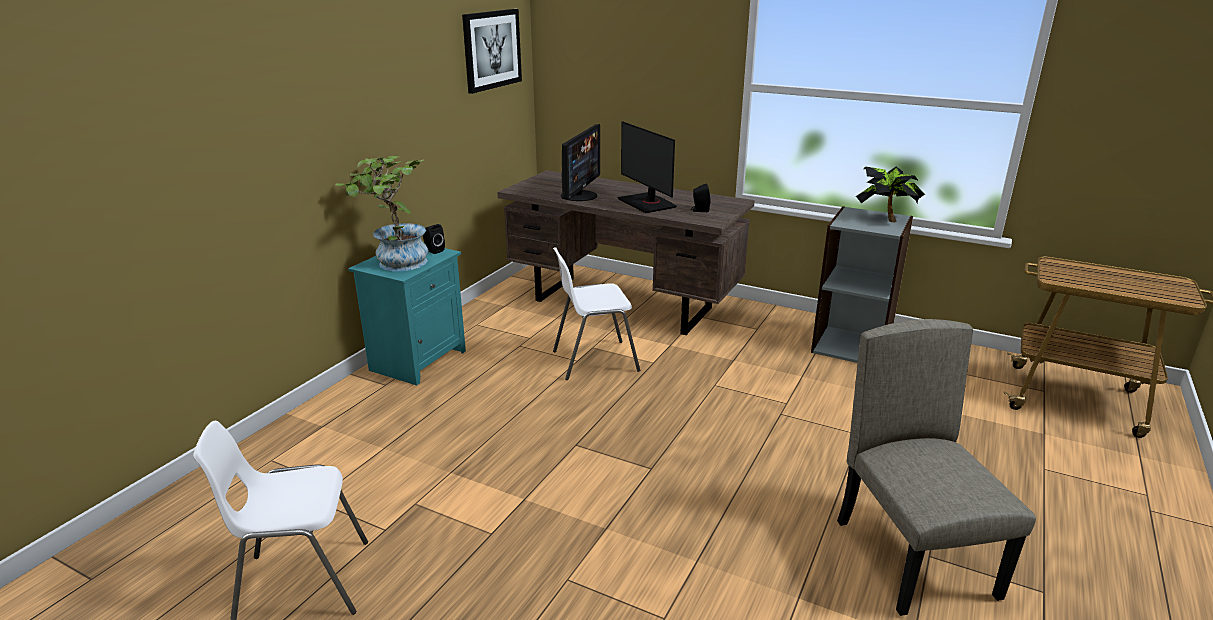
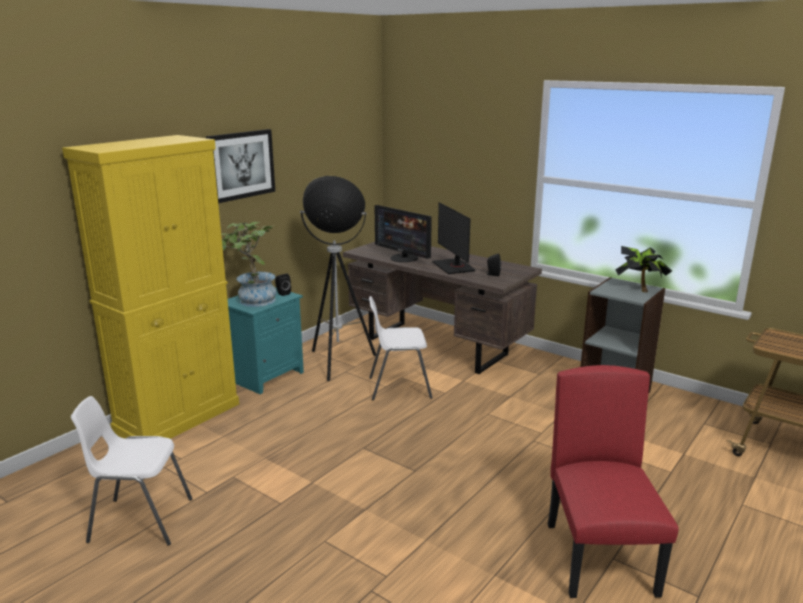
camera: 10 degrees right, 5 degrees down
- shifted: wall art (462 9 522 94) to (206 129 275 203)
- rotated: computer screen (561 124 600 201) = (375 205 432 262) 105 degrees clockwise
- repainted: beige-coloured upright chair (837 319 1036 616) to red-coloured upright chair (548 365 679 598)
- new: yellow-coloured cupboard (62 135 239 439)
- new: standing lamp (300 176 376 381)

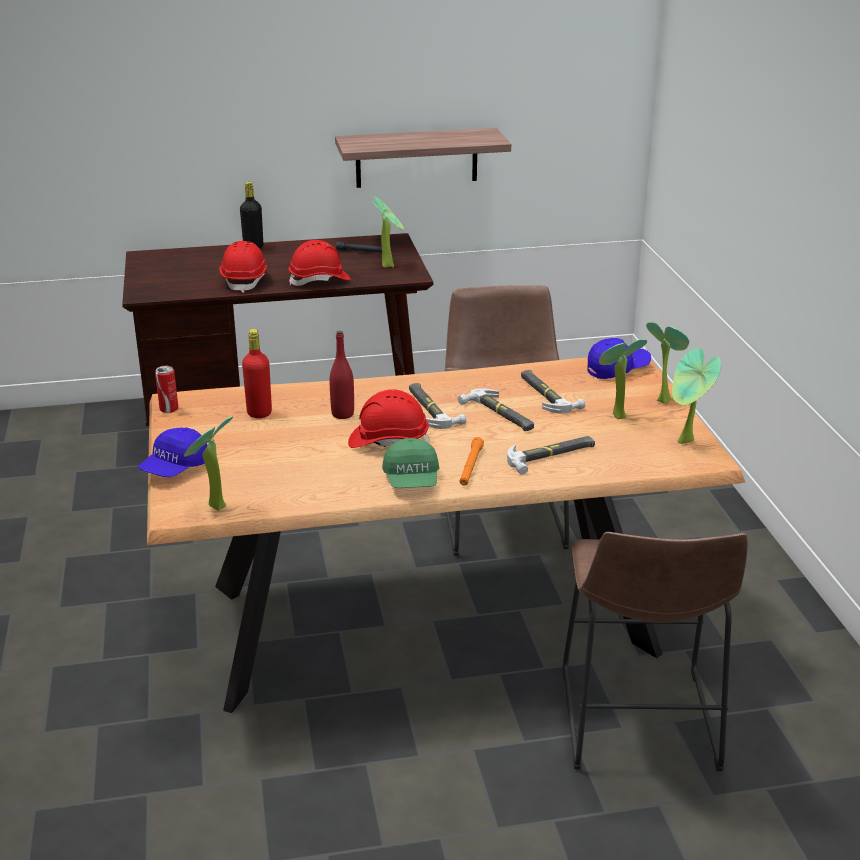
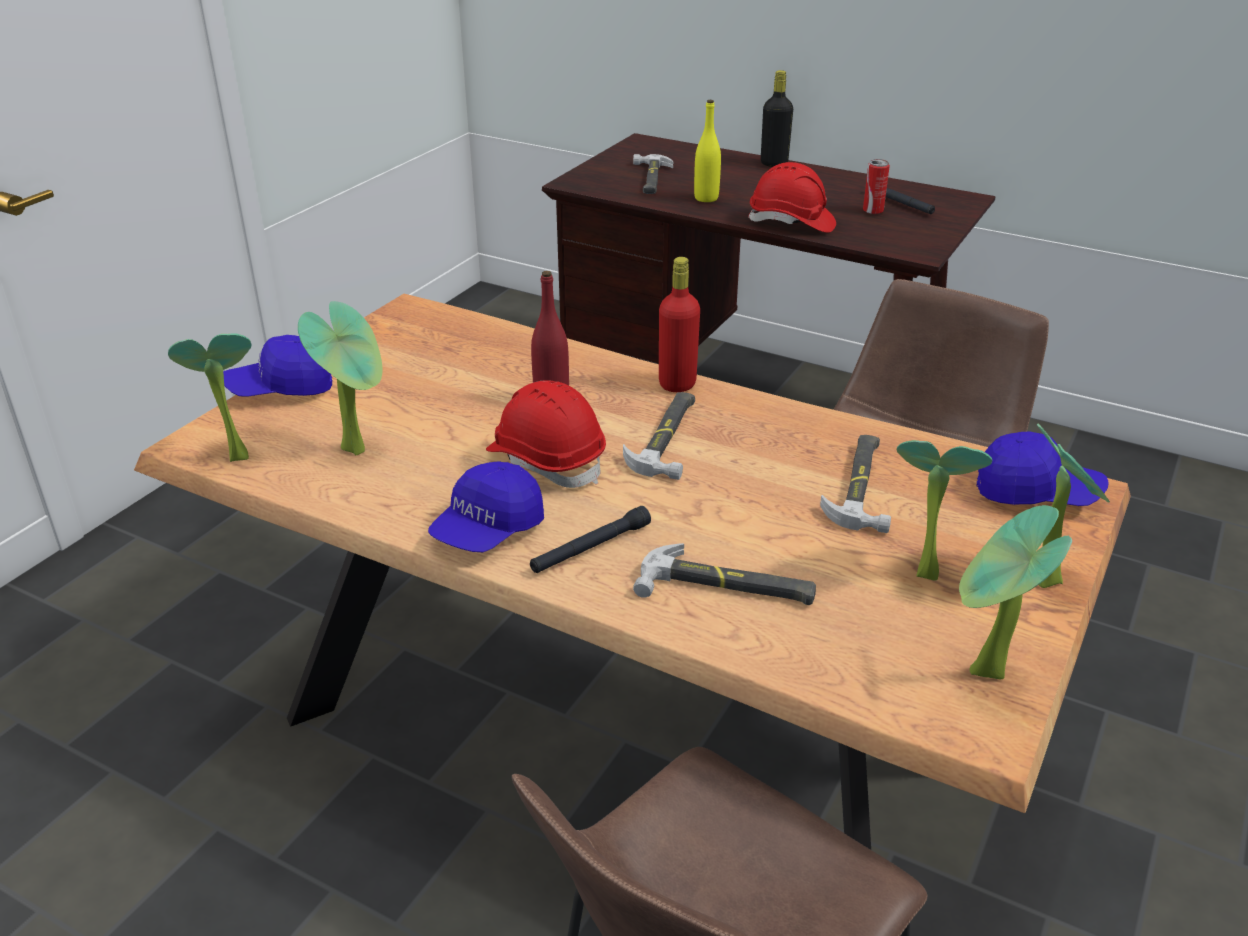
camera: 40 degrees right, 5 degrees up
- shifted: sealed can (155 366 178 413) to (863 159 890 214)
- swapped: red-coloured hard hat (219 241 268 293) to yellow-coloured bottle (694 100 721 202)
- shifted: red-coloured bottle (242 329 272 418) to (659 257 700 392)
- gone: wall shelf (335 128 511 188)
- shifted: potted plant (373 196 404 268) to (298 301 382 456)
- repainted: green cap (382 438 439 488) to blue cap (428 461 544 552)
- shifted: hammer (458 388 534 431) to (633 154 673 194)
- repainted: orangey hand torch (459 437 484 486) to blackish hand torch (530 506 651 573)

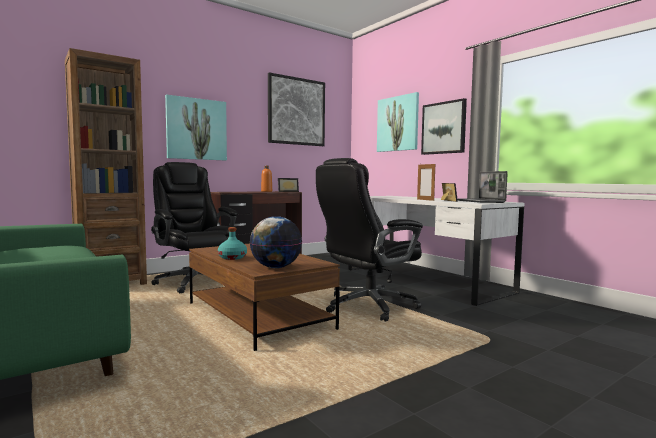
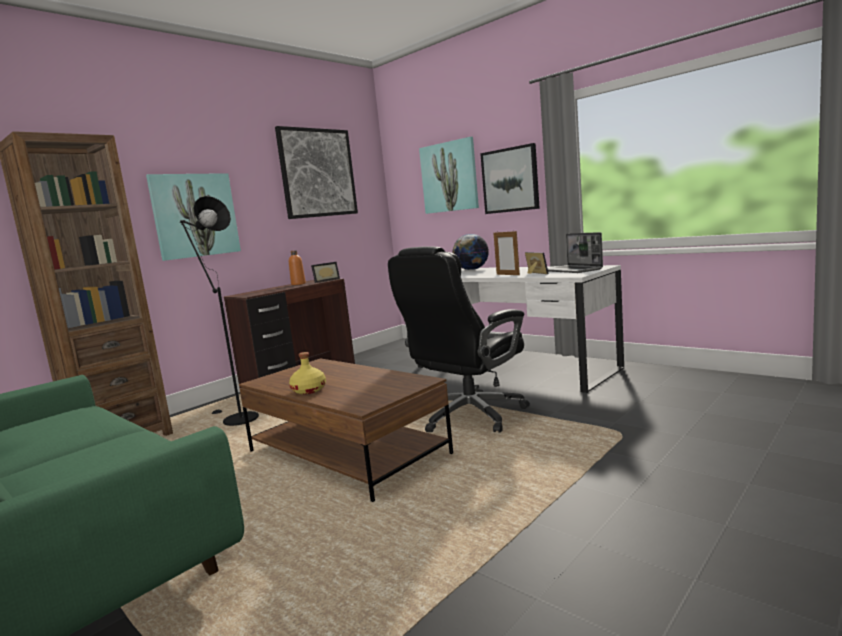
camera: 10 degrees left, 5 degrees up
- swapped: blackish desk chair (151 162 238 293) to blackish standing lamp (180 196 259 426)
- repainted: turquoise-coloured bottle (218 227 247 260) to yellow-coloured bottle (289 352 326 394)
- shifted: globe (250 216 302 268) to (453 234 489 270)

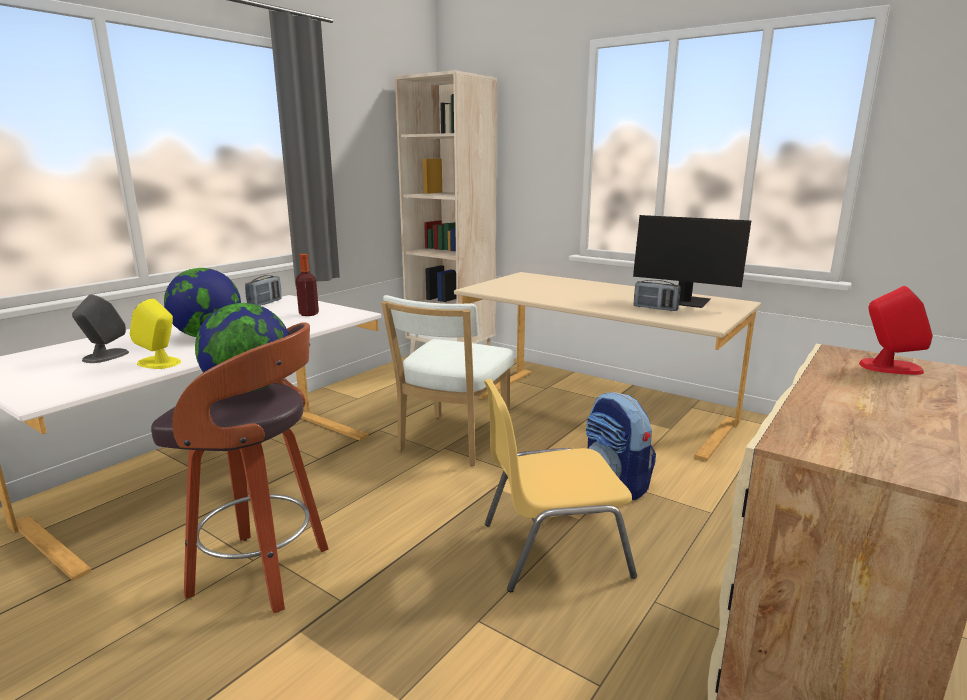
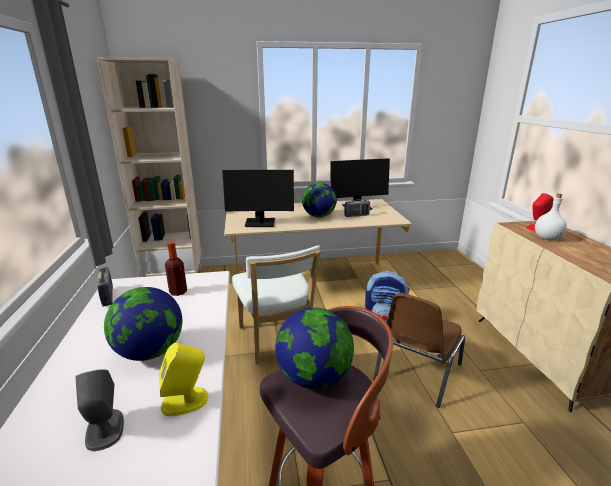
camera: 45 degrees left, 5 degrees up
- repainted: yellow-coloured upright chair (484 378 637 592) to brown-coloured upright chair (374 293 465 408)
- new: computer screen (222 170 294 227)
- new: globe (302 182 337 217)
- new: white bottle (535 193 567 240)

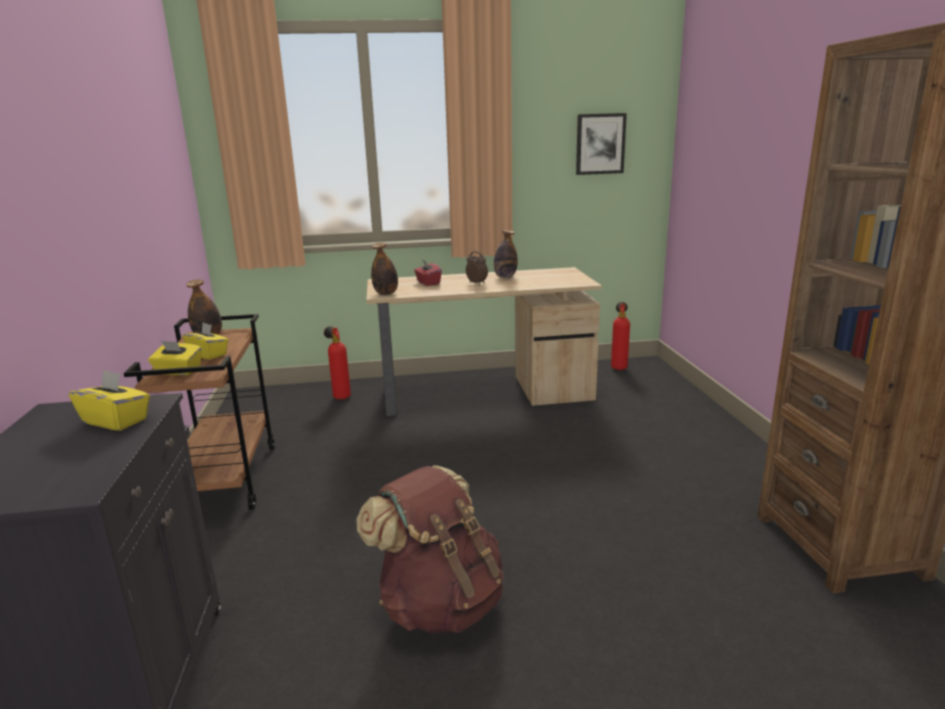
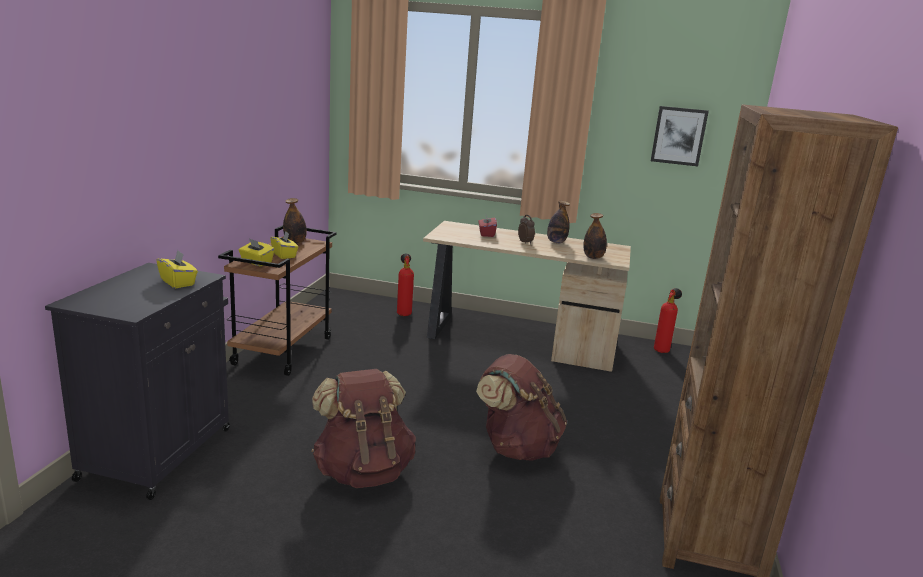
camera: 20 degrees right, 0 degrees up
- shifted: bottle (371 243 398 295) to (584 213 607 259)
- new: brown-coloured rucksack (476 354 567 461)

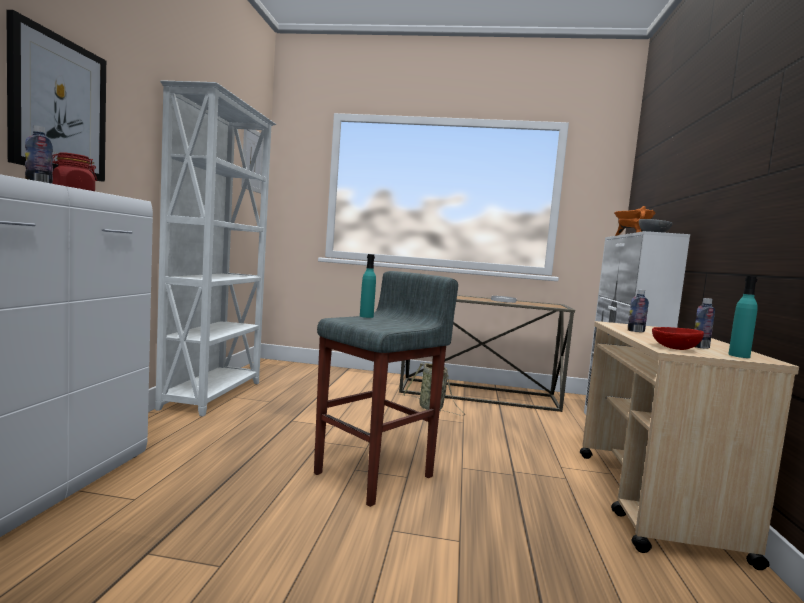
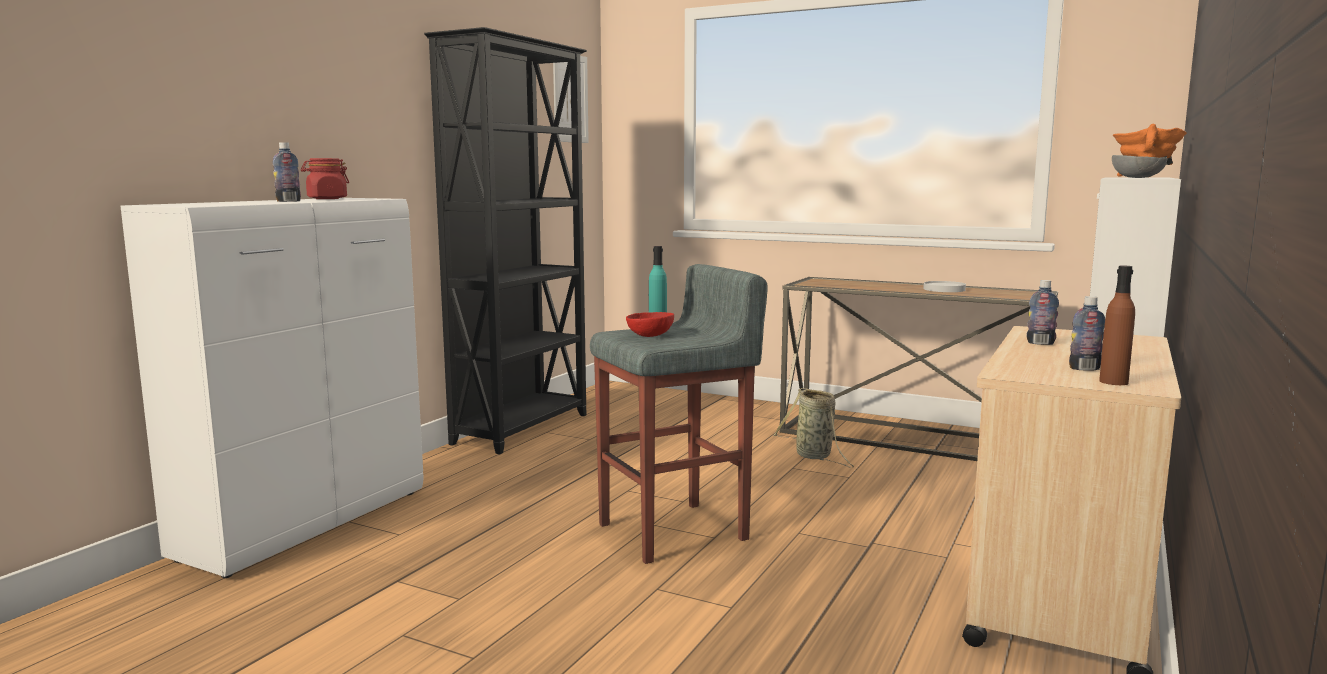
camera: 20 degrees right, 5 degrees up
- gone: wall art (6 10 106 182)
- repainted: white bookshelf (155 80 276 417) to blackish bookshelf (424 27 587 454)
- shifted: red-coloured bowl (652 327 704 350) to (626 312 674 337)
- repainted: turquoise-coloured bottle (728 276 758 358) to brown-coloured bottle (1099 265 1135 385)

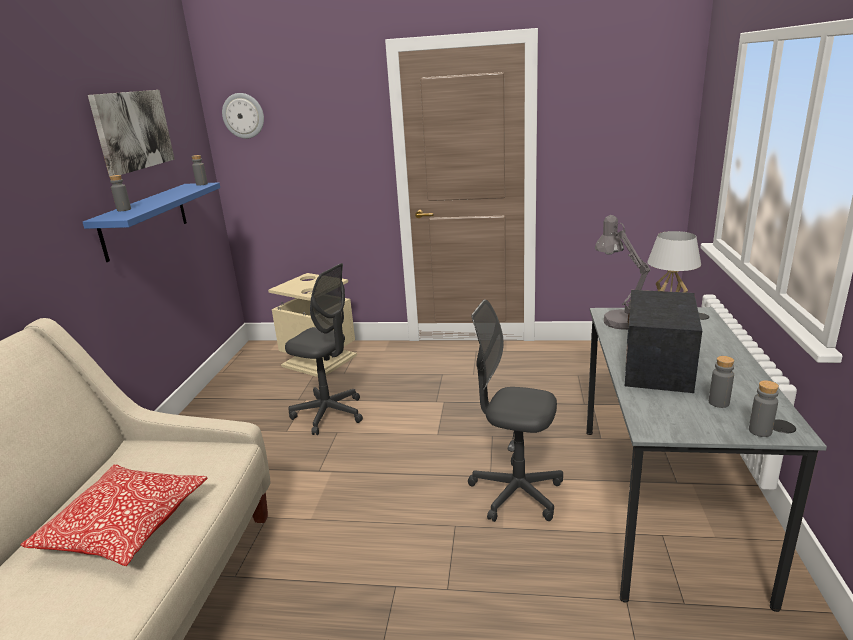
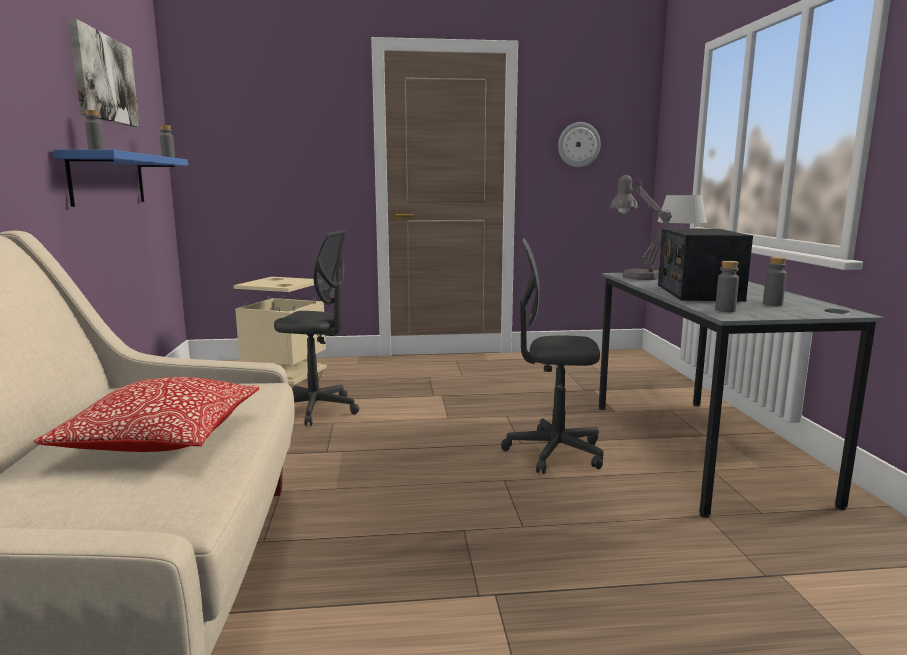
camera: 15 degrees left, 10 degrees down
- shifted: wall clock (222 93 264 139) to (558 122 601 167)
- shifted: gray bottle (749 380 779 437) to (715 261 739 312)

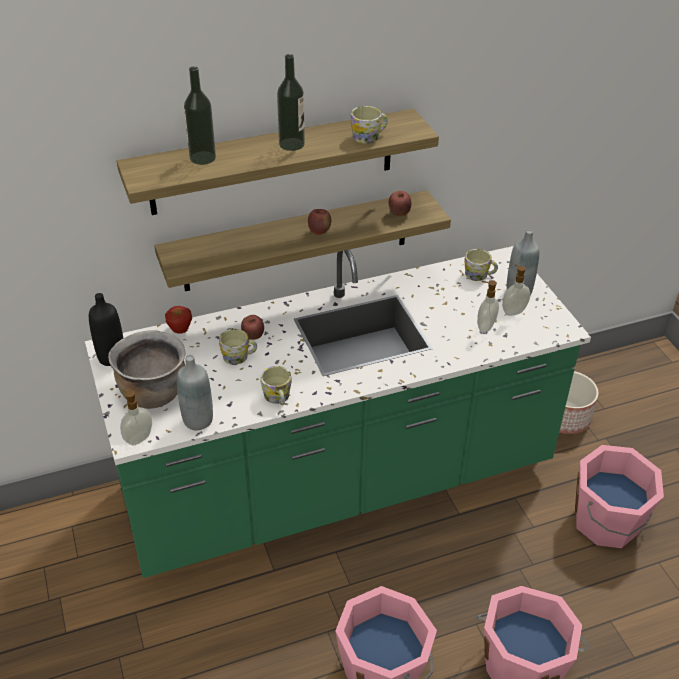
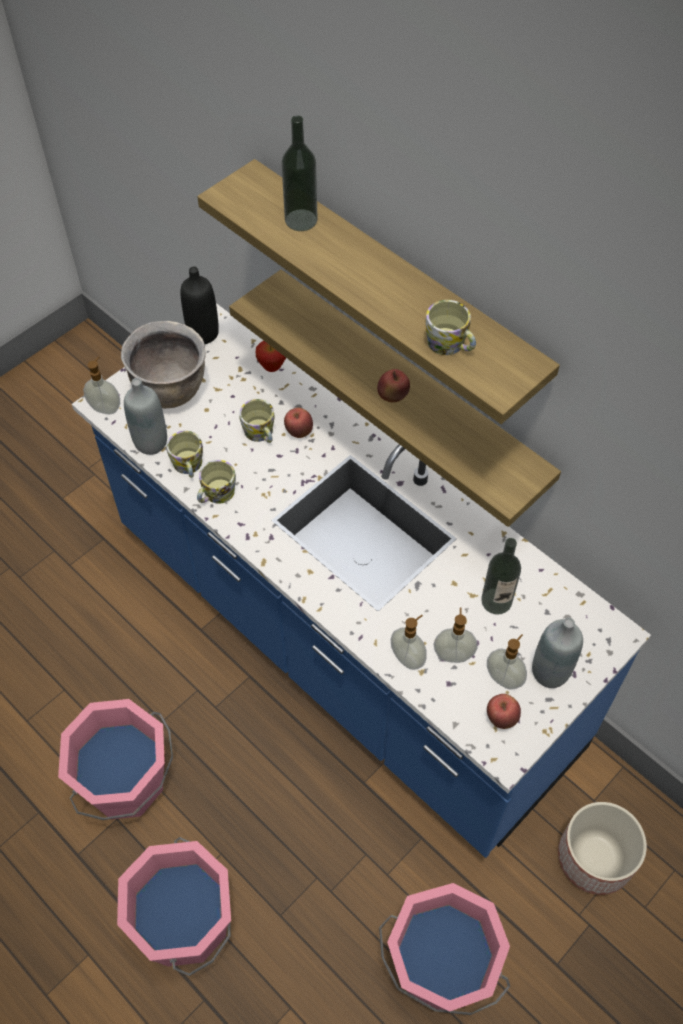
camera: 65 degrees right, 15 degrees up
- repainted: green counter (85 246 591 578) to blue counter (72 303 651 858)
- shifted: bottle (277 54 305 151) to (481 538 521 615)
- shifted: apple (389 191 411 216) to (487 694 521 729)
- shifted: tea mug (464 249 498 281) to (166 431 203 478)
- new: soap bottle (391 615 427 670)

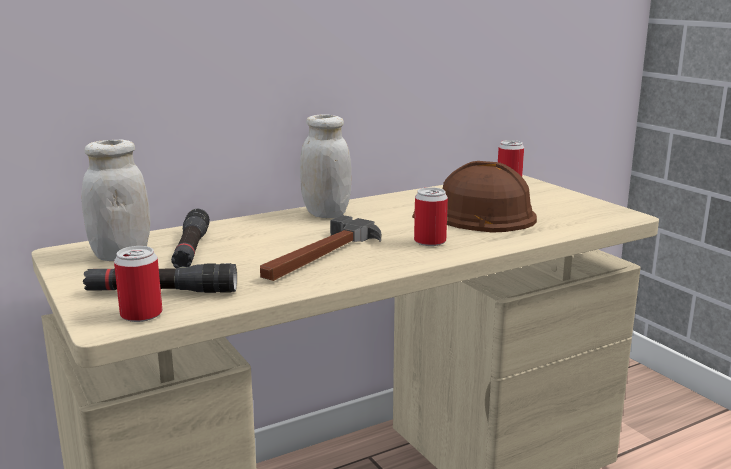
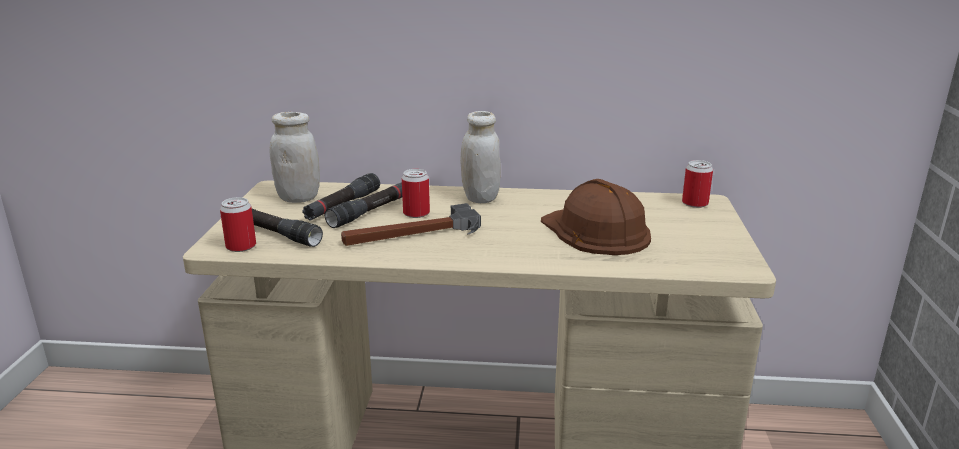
camera: 35 degrees right, 5 degrees up
- shifted: sealed can (414 187 448 246) to (402 169 430 218)
- new: blackish hand torch (324 183 402 228)

